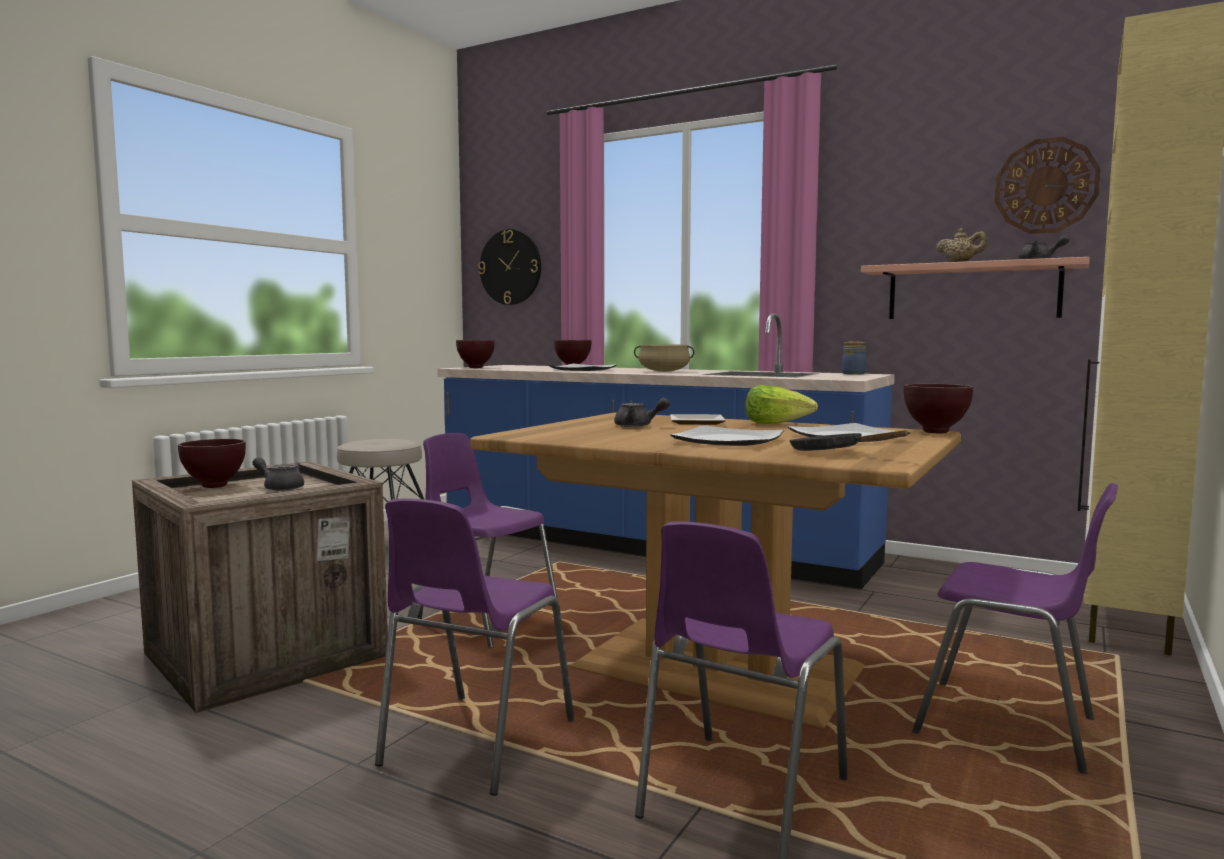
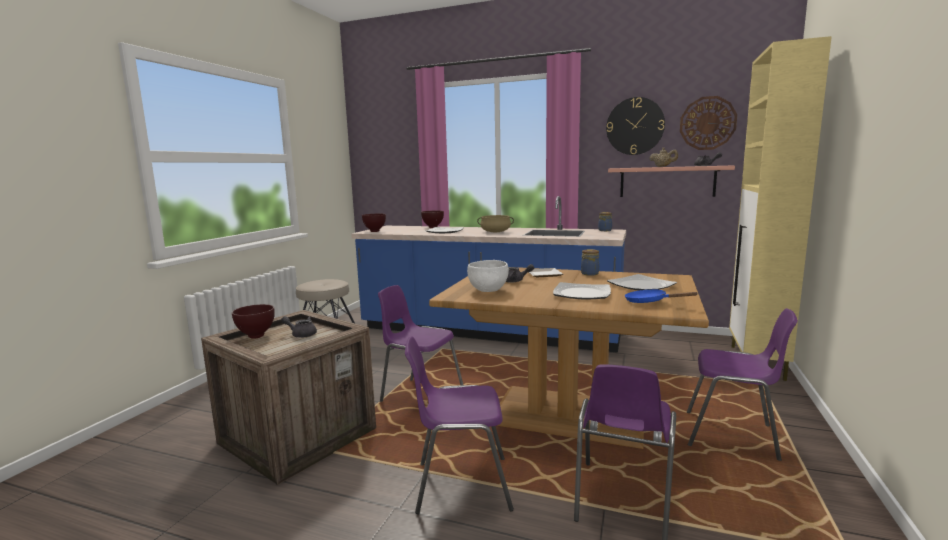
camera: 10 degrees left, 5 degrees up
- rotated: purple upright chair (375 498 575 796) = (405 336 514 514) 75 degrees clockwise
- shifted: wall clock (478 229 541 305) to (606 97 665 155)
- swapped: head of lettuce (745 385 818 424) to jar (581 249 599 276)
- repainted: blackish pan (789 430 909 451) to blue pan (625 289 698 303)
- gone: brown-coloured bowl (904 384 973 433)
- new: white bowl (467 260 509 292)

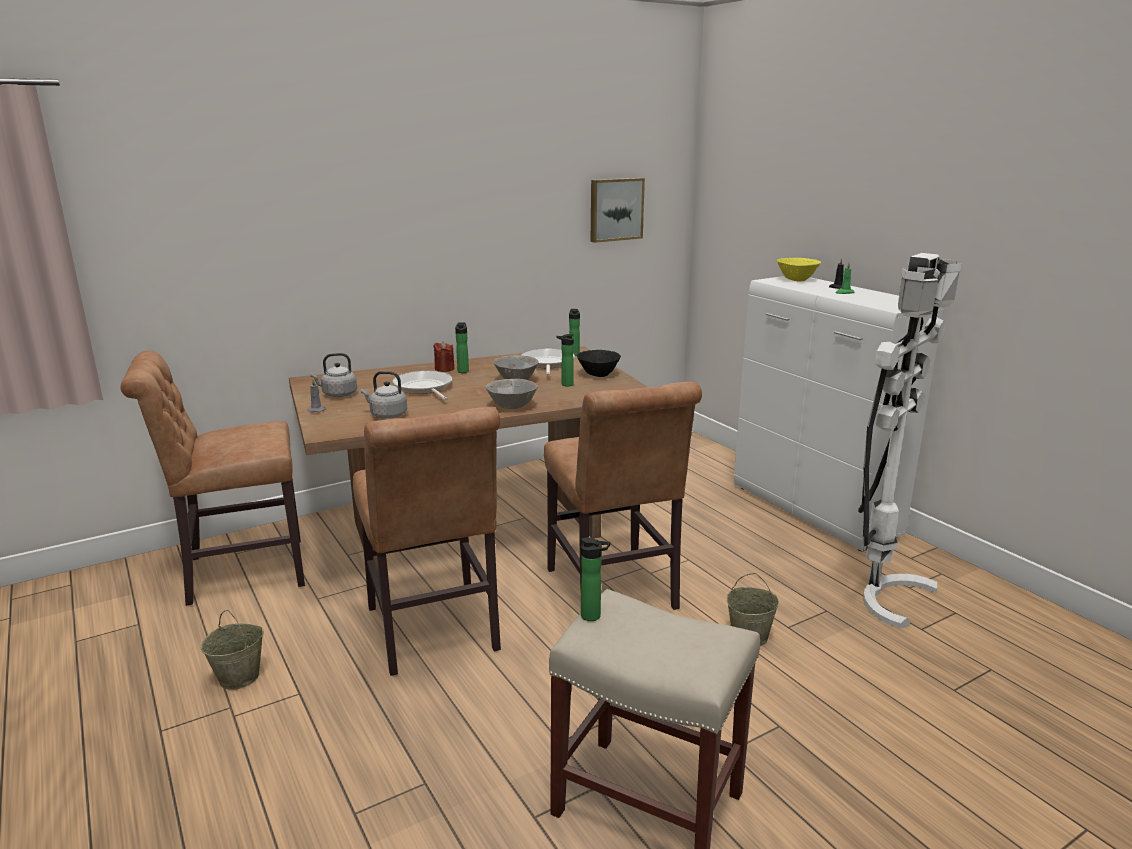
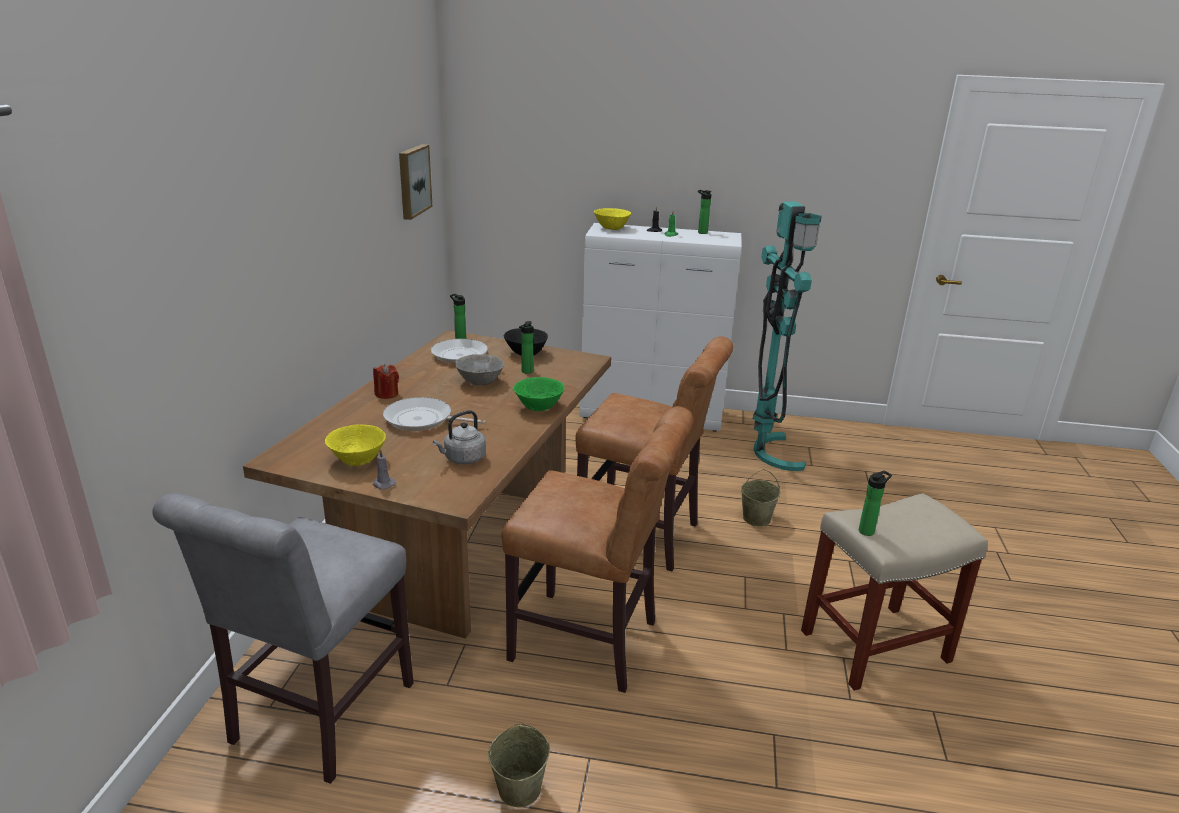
camera: 50 degrees left, 5 degrees up
- repainted: brown-coloured upright chair (121 351 305 606) to gray upright chair (152 493 414 784)
- swapped: gray kettle (310 353 357 397) to yellow-coloured bowl (325 424 386 466)
- shifted: bottle (455 322 469 373) to (698 190 712 234)
- repainted: gray bowl (486 379 538 409) to green bowl (513 377 565 411)
- repainted: white standing lamp (858 253 962 628) to turquoise-coloured standing lamp (753 201 822 471)

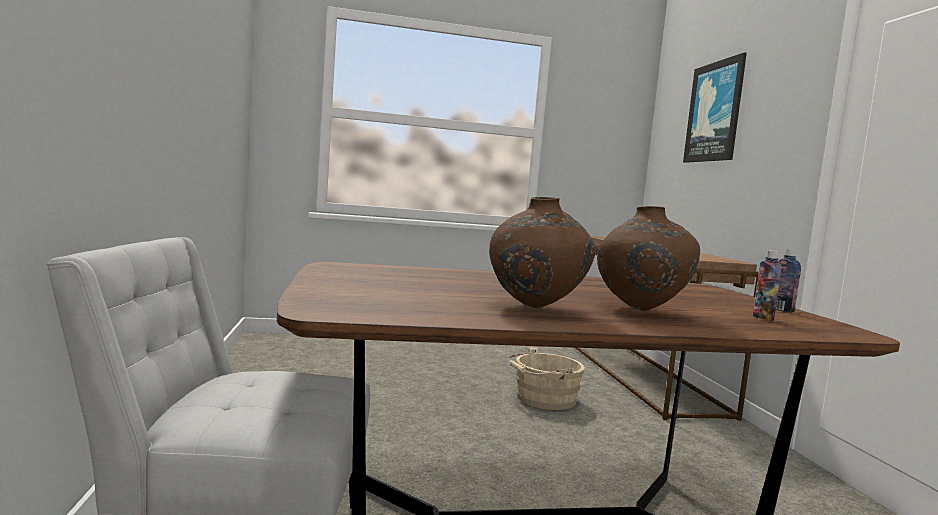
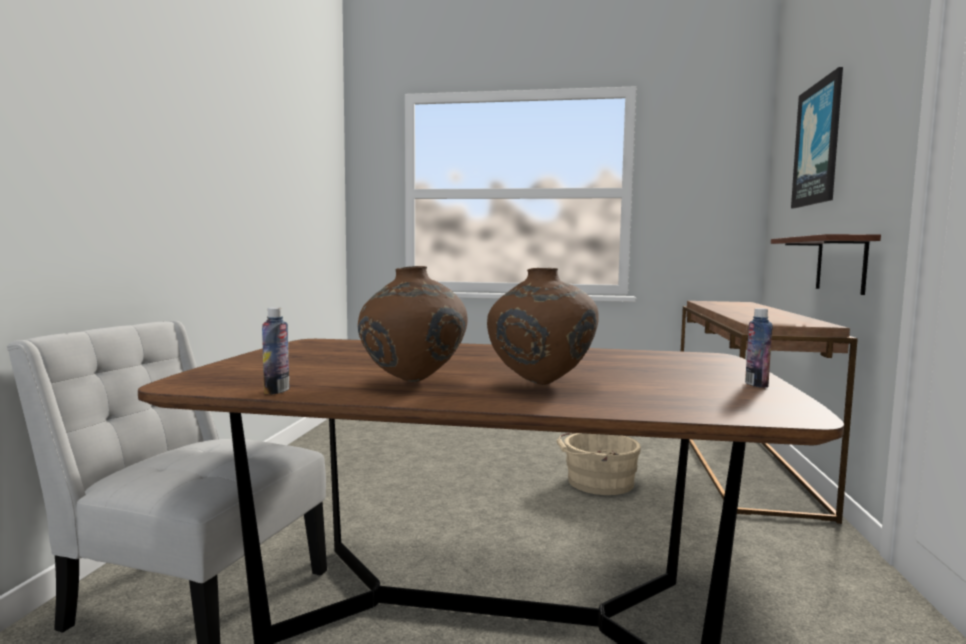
camera: 20 degrees right, 0 degrees up
- shifted: bottle (753 250 782 321) to (262 307 290 394)
- new: wall shelf (771 234 881 295)

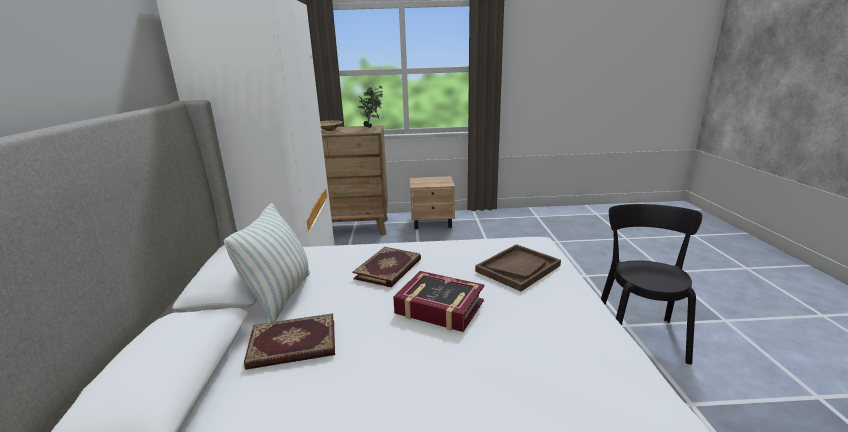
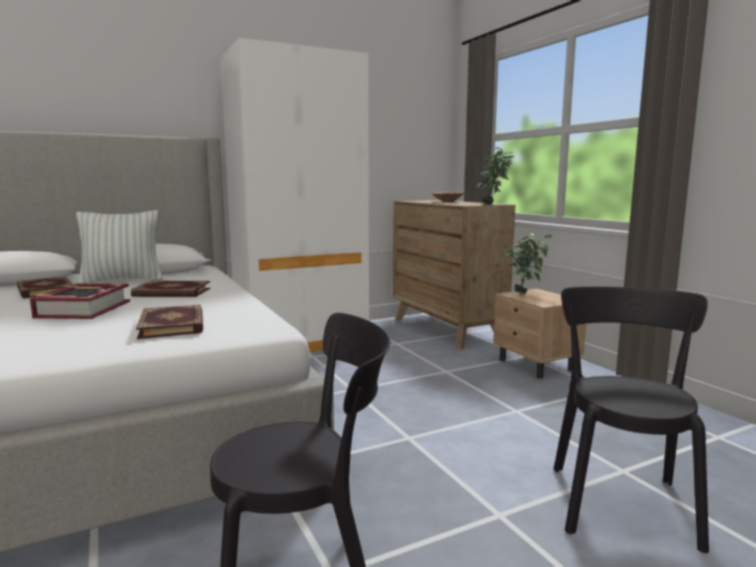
camera: 65 degrees right, 10 degrees down
- swapped: brown-coloured tray (475 244 561 291) to volume (136 305 203 339)
- new: potted plant (505 233 552 294)
- new: blackish upright chair (553 287 709 553)

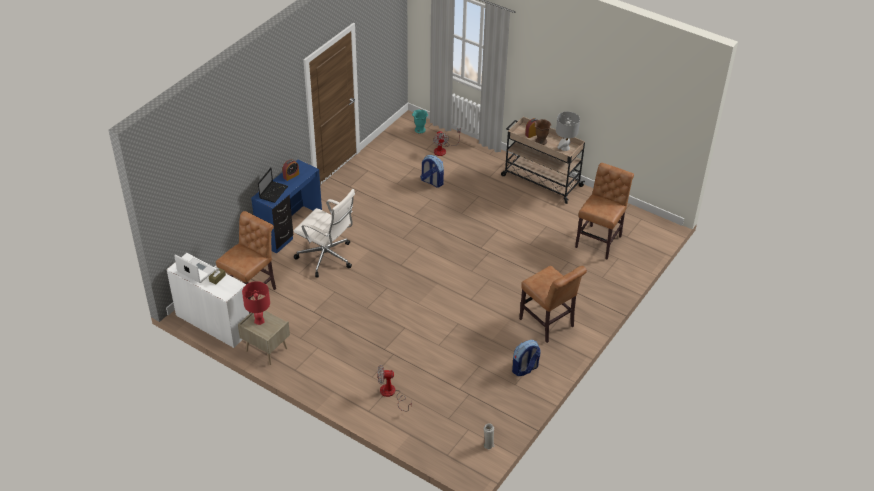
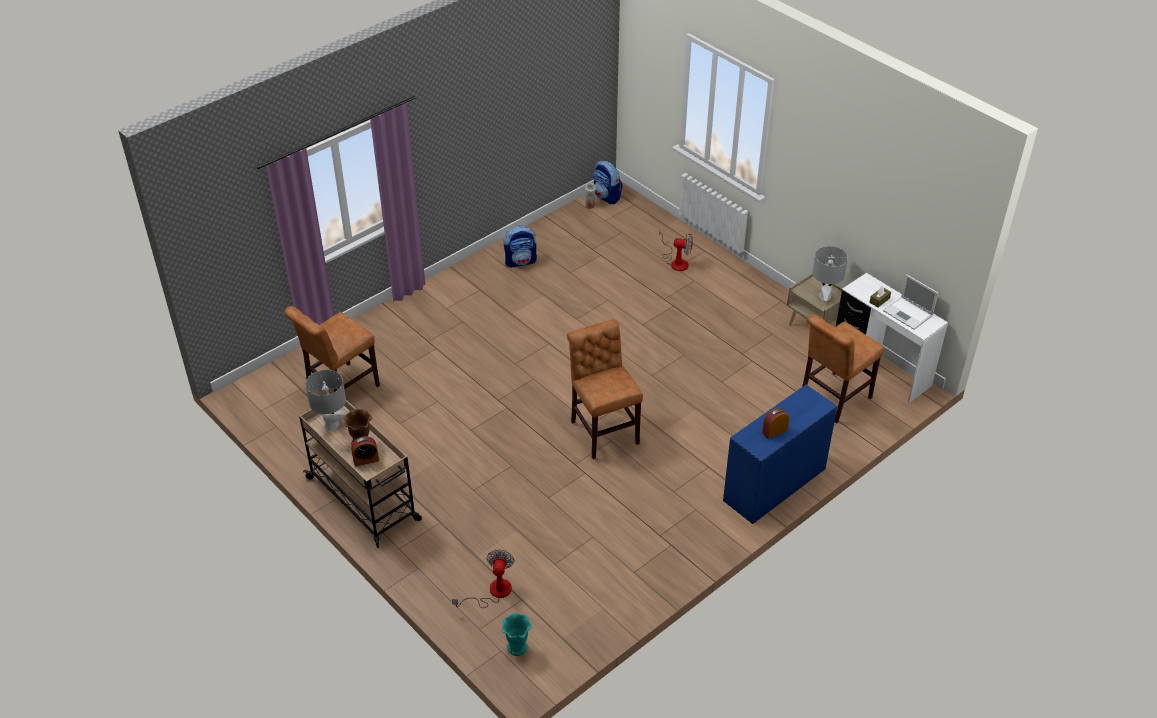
camera: 165 degrees left, 0 degrees up
- repainted: red-coloured table lamp (242 281 270 325) to gray table lamp (812 246 848 302)
- gone: laptop (258 168 288 203)
- gone: white desk chair (293 189 355 277)
- shifted: rucksack (420 155 444 188) to (593 161 623 204)
- shifted: brown-coloured upright chair (519 266 587 343) to (567 319 643 459)

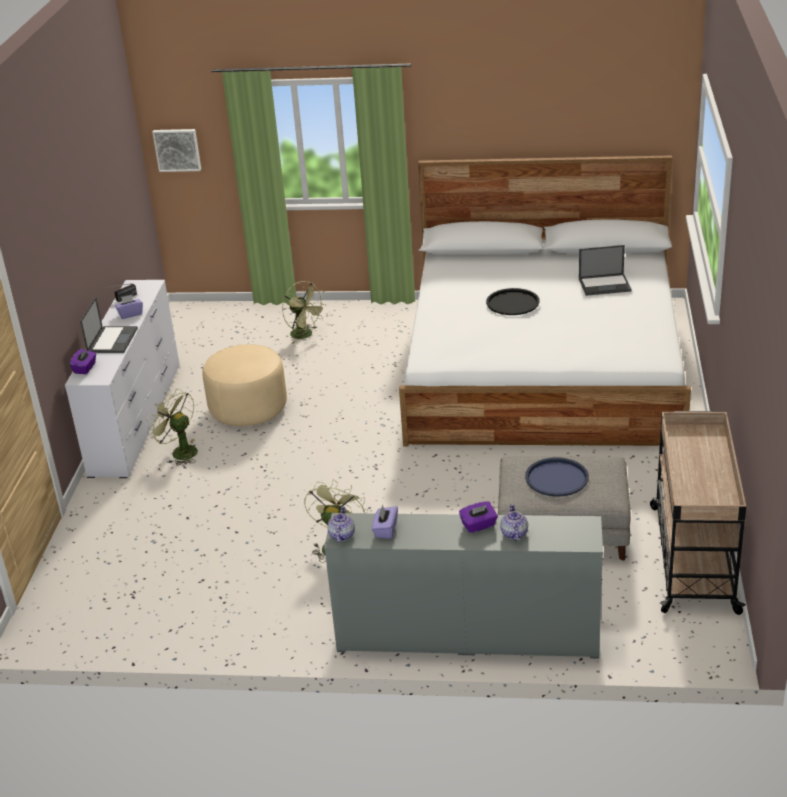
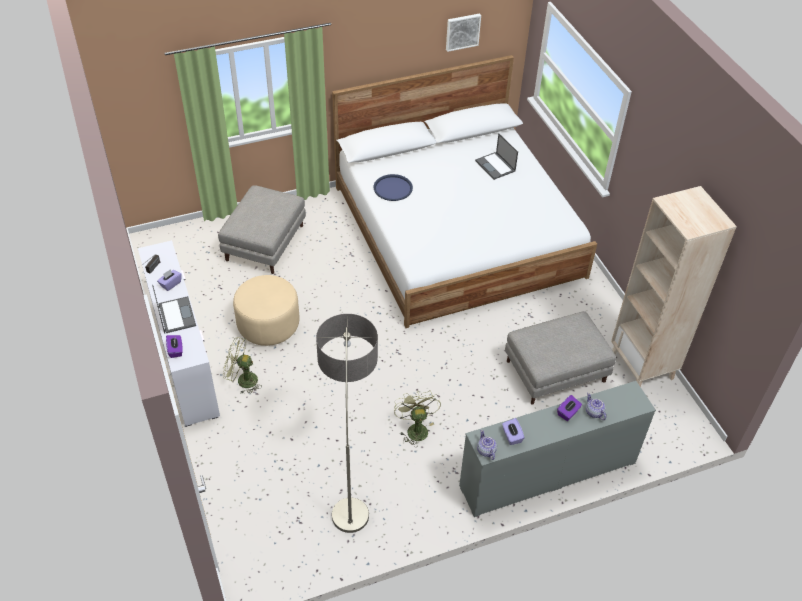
camera: 30 degrees left, 15 degrees up
- shifted: wall art (152 129 201 172) to (446 13 481 52)
- swapped: green cooling fan (282 281 327 344) to gray ottoman (218 185 306 274)
- gone: blackish tray (486 288 540 315)
- shifted: blue tray (525 457 589 497) to (373 174 413 201)
- rotated: laptop (579 245 632 296) = (475 133 518 180) 90 degrees clockwise
- swapped: beige-coloured cart (650 411 746 615) to beige-coloured bookshelf (611 186 737 387)
- new: standing lamp (316 314 378 533)

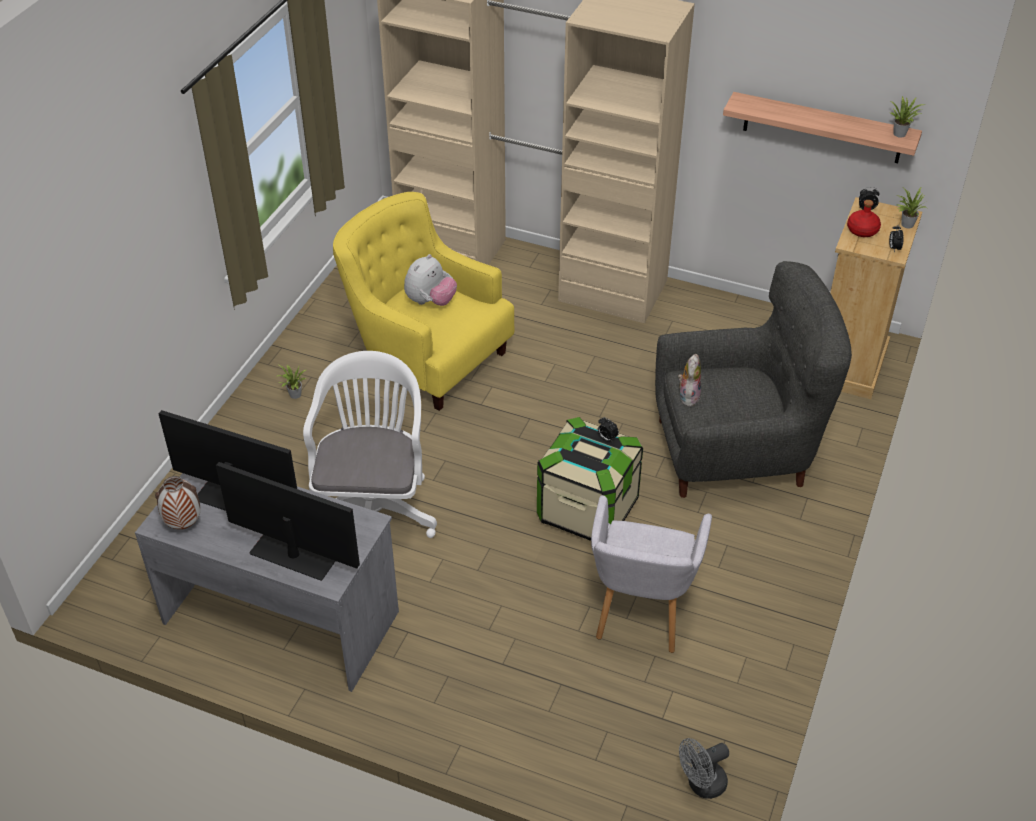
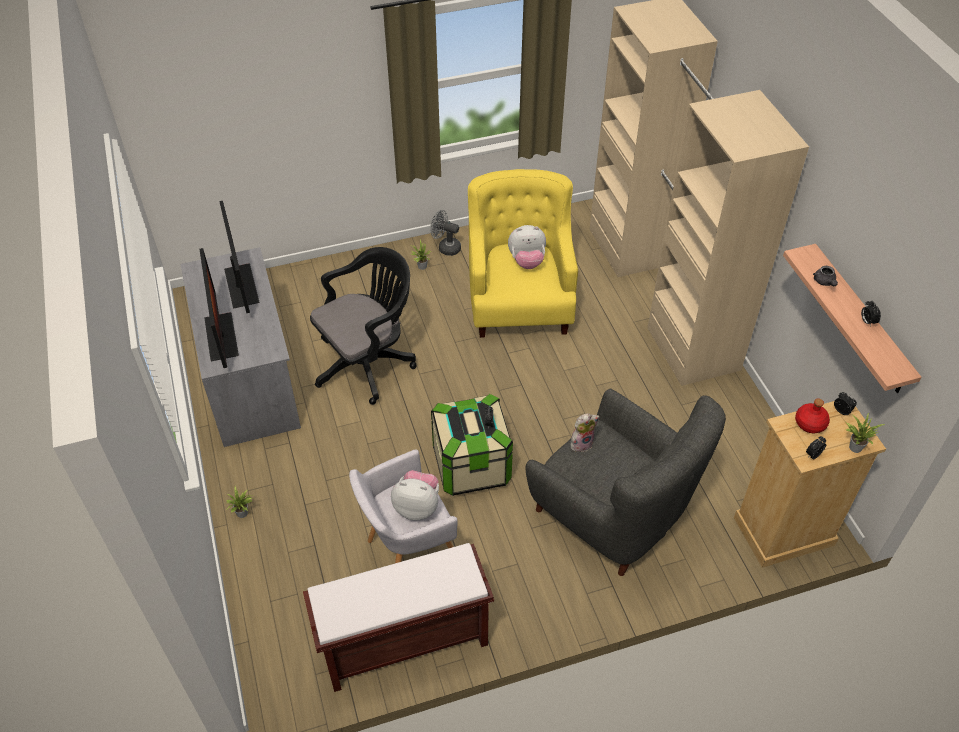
camera: 50 degrees right, 5 degrees up
- gone: vase (155 476 201 529)
- repainted: white desk chair (303 351 437 538) to blackish desk chair (310 247 417 405)
- shifted: gray cooling fan (679 738 729 799) to (430 210 461 256)
- shifted: potted plant (891 96 925 138) to (226 486 255 518)
- new: brown-coloured indoor bench (303 543 494 692)
- new: cuddly toy (391 470 439 521)
- new: gray tea pot (813 266 838 286)
- new: bedside clock (861 301 881 326)

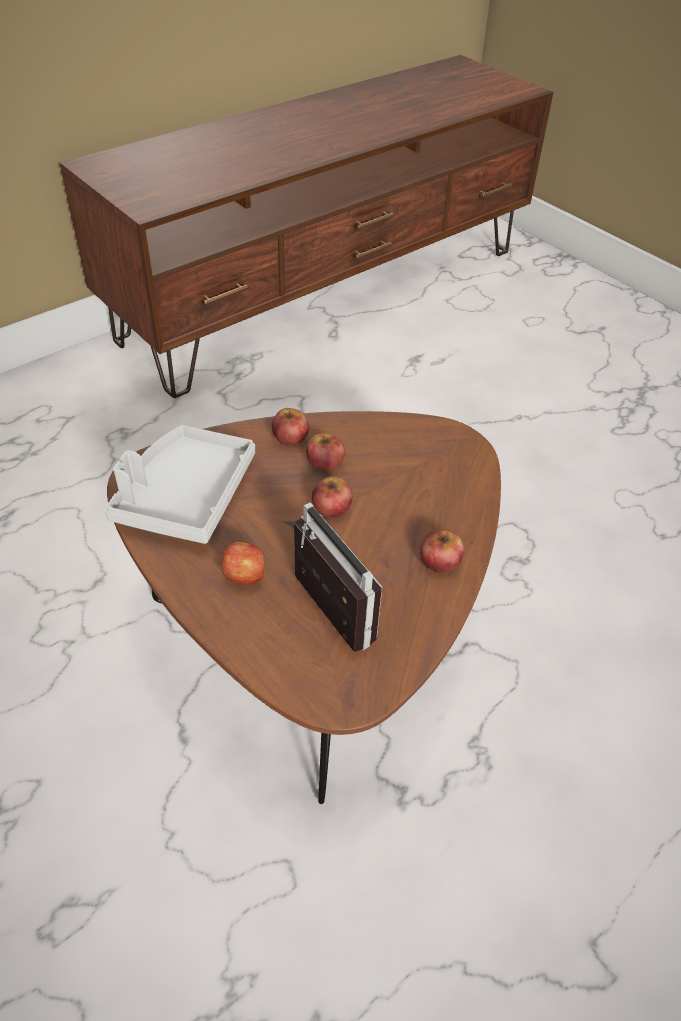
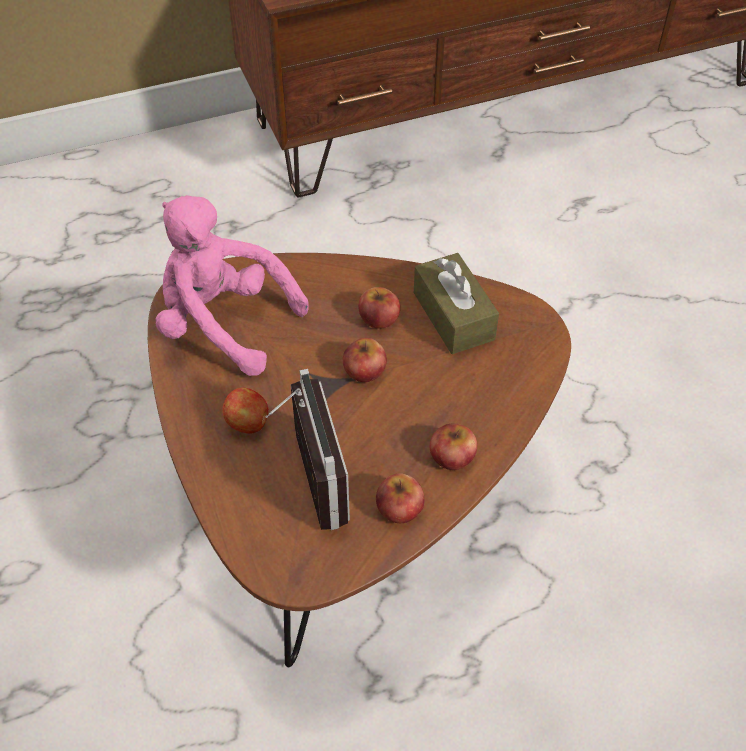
camera: 20 degrees right, 5 degrees up
- swapped: gray tray (105 425 255 544) to pinkish cuddly toy (156 195 308 376)
- shifted: apple (272 408 309 446) to (376 473 424 523)
- new: brown-coloured tissue box (414 253 499 354)

